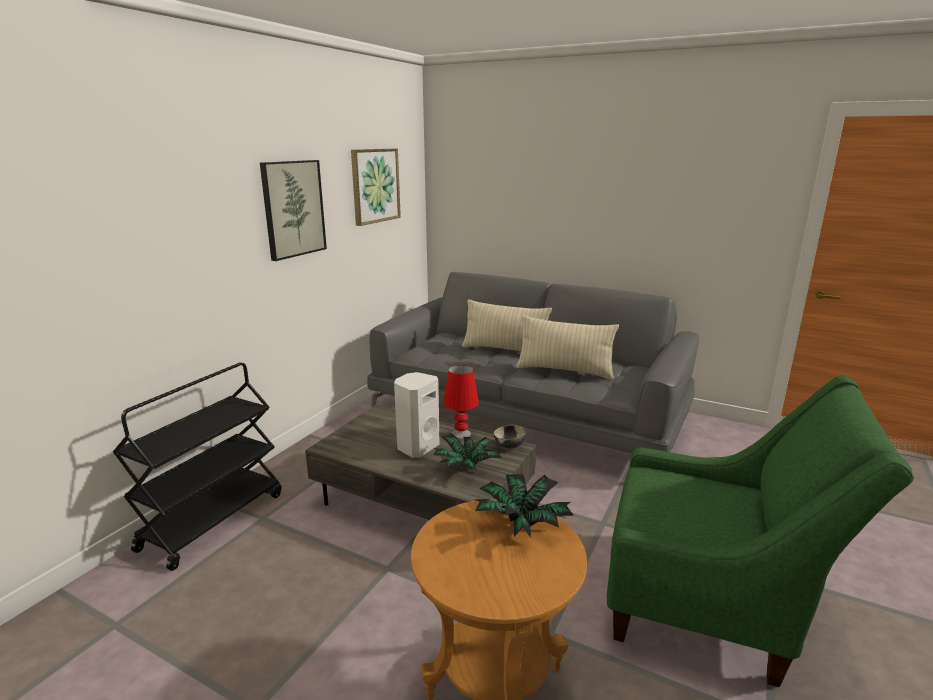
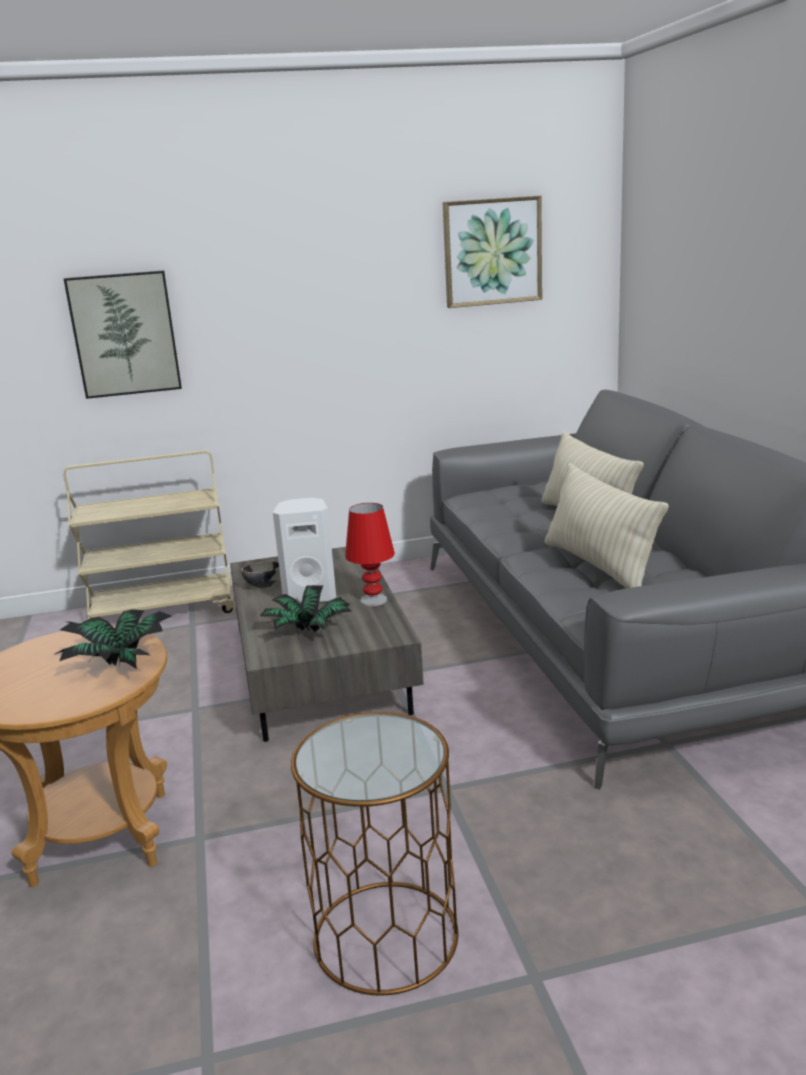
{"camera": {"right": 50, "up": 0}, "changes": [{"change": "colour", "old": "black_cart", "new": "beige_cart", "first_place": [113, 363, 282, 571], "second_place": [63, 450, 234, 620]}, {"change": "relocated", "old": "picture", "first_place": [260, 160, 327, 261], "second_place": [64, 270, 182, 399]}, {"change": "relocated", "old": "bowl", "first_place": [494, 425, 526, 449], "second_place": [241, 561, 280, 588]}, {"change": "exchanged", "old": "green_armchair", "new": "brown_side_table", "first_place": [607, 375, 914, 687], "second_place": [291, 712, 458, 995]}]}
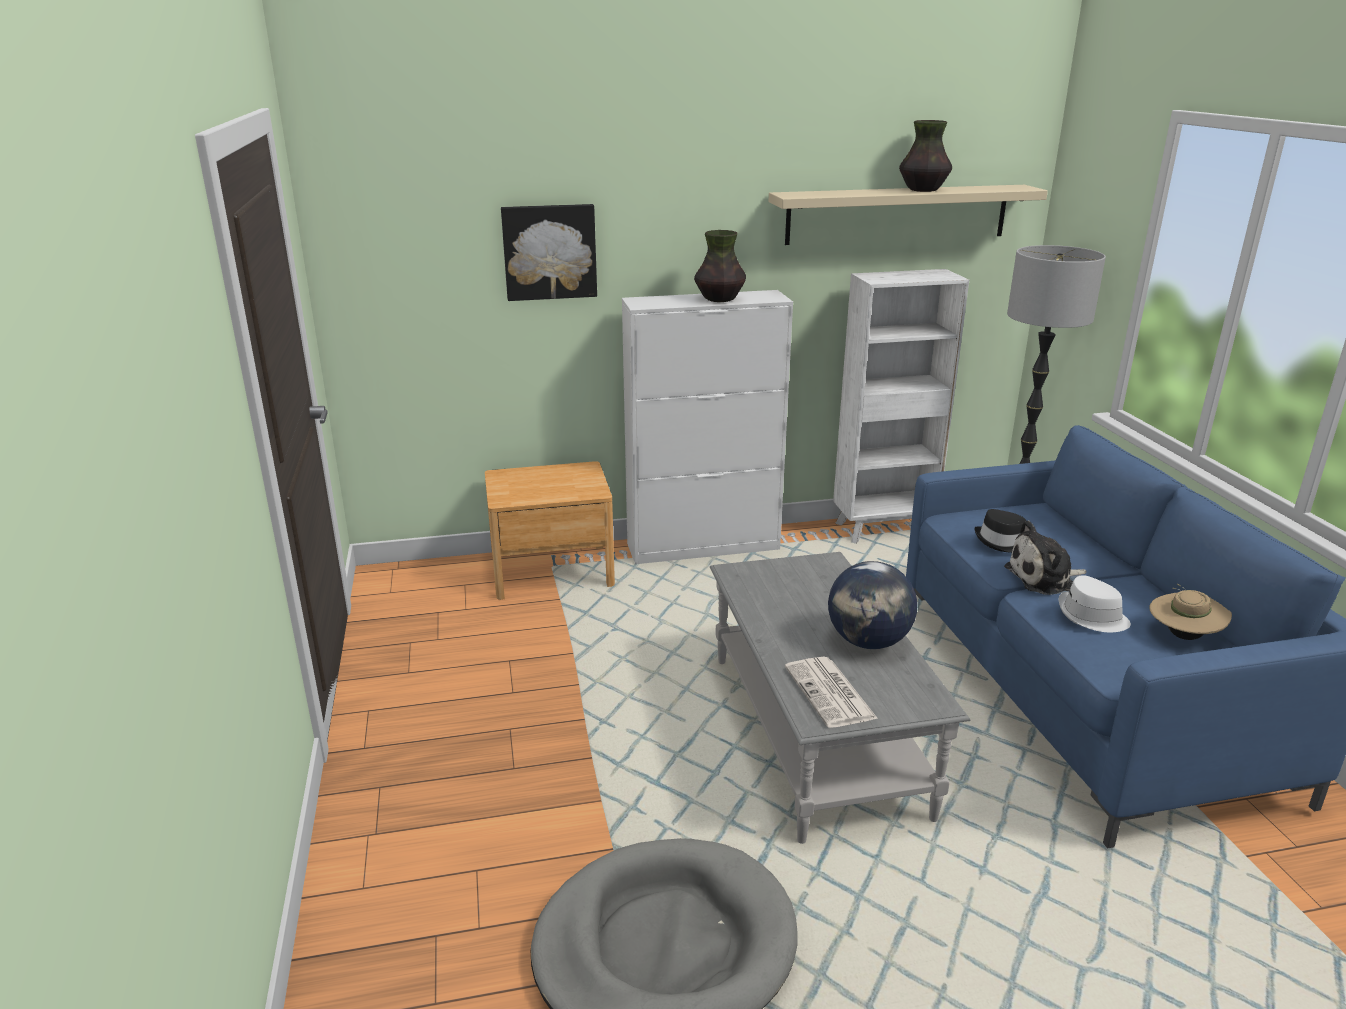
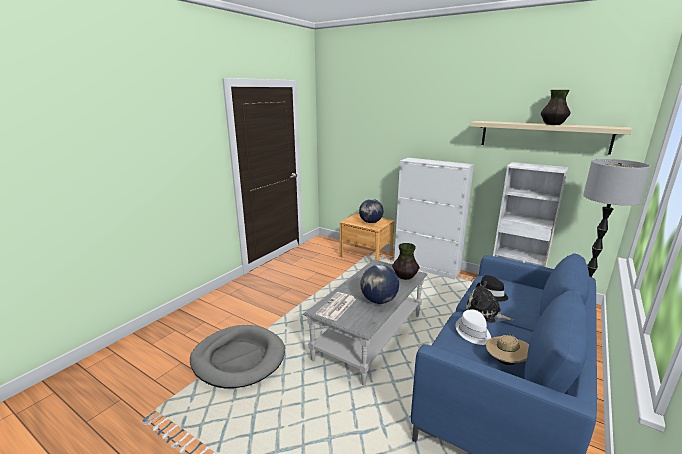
{"camera": {"right": 45, "up": -5}, "changes": [{"change": "appeared", "new": "globe", "second_place": [359, 199, 384, 223]}, {"change": "relocated", "old": "vase", "first_place": [694, 230, 746, 302], "second_place": [392, 243, 419, 280]}, {"change": "missing", "old": "picture", "first_place": [501, 204, 597, 301]}]}
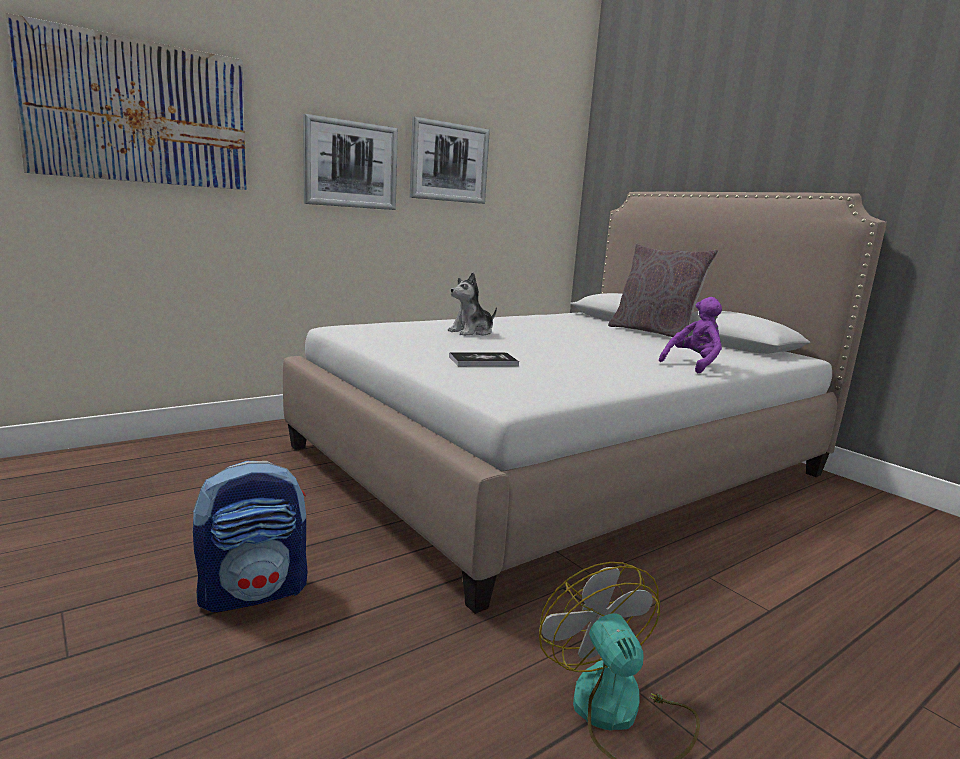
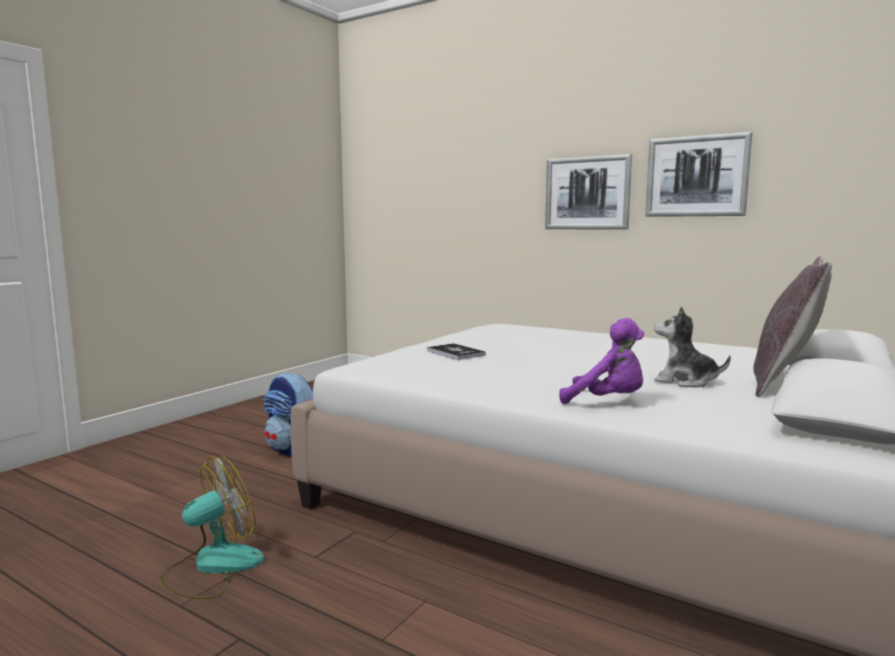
{"camera": {"right": 70, "up": -5}, "changes": [{"change": "relocated", "old": "plush_toy", "first_place": [448, 272, 497, 336], "second_place": [654, 306, 731, 387]}, {"change": "missing", "old": "picture", "first_place": [5, 13, 247, 190]}]}
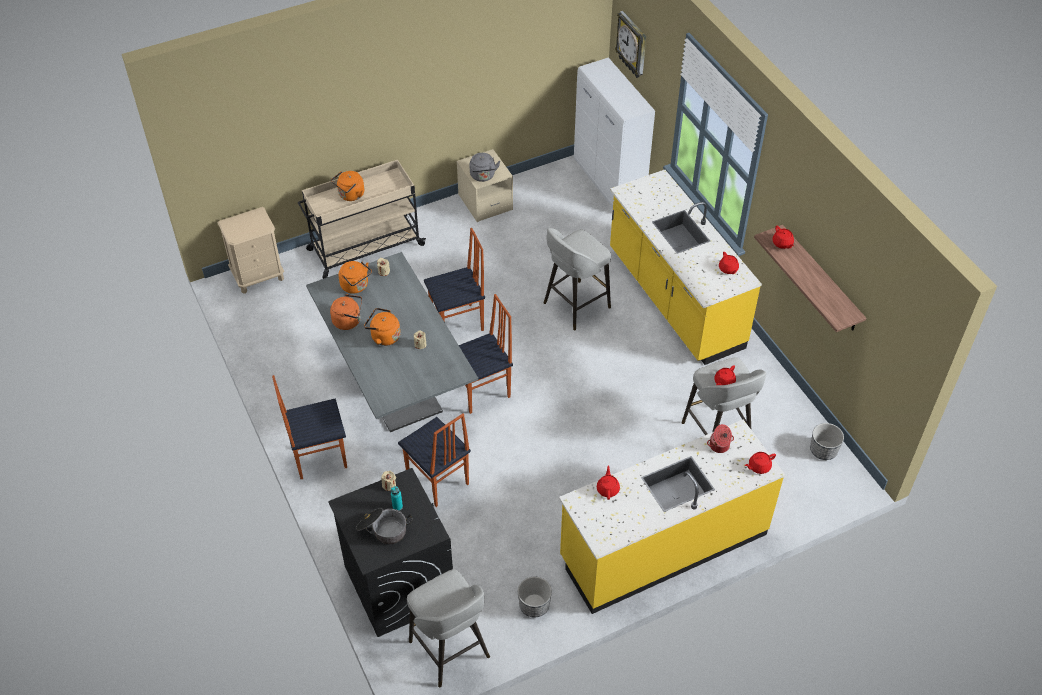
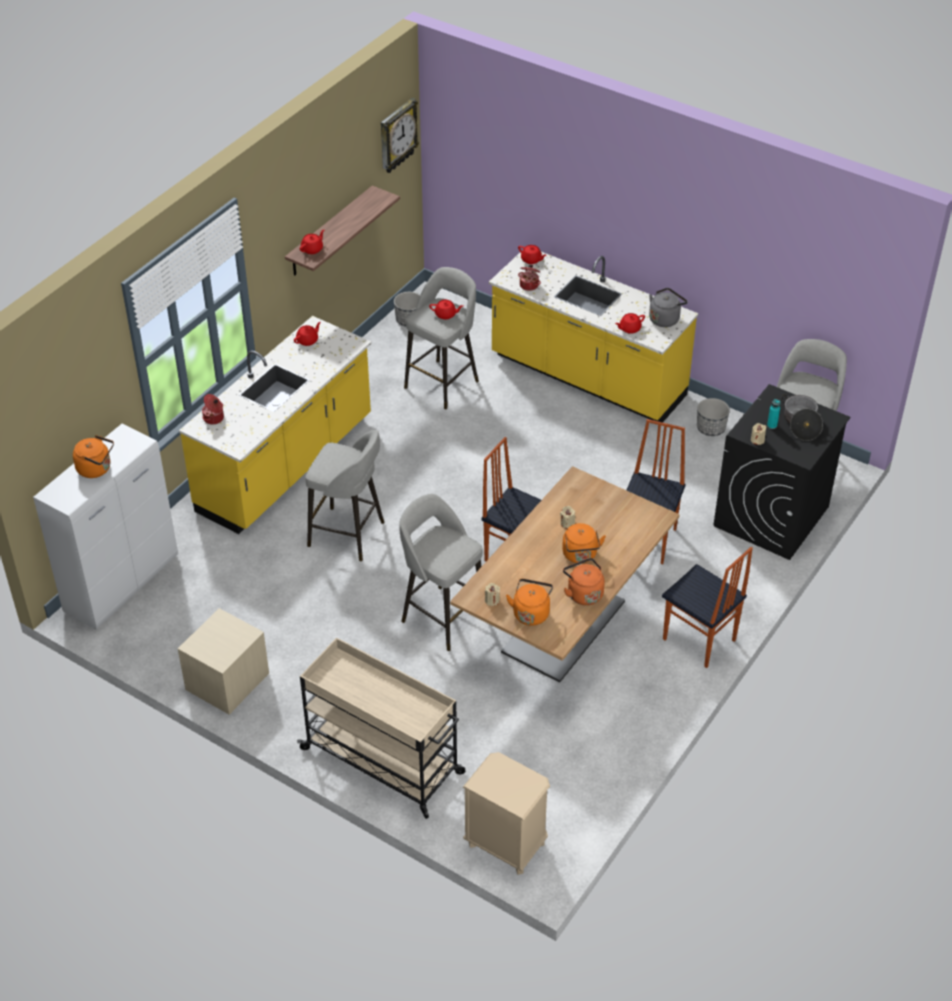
{"camera": {"right": -120, "up": -5}, "changes": [{"change": "relocated", "old": "orange_kettle", "first_place": [331, 171, 364, 201], "second_place": [73, 435, 114, 478]}, {"change": "appeared", "new": "cooking_pot", "second_place": [202, 394, 224, 424]}, {"change": "relocated", "old": "wall_clock", "first_place": [615, 11, 646, 78], "second_place": [381, 98, 419, 173]}, {"change": "exchanged", "old": "chair", "new": "grey_stool", "first_place": [424, 228, 485, 331], "second_place": [399, 494, 483, 651]}, {"change": "colour", "old": "grey_dining_table", "new": "brown_dining_table", "first_place": [306, 252, 478, 432], "second_place": [450, 466, 680, 682]}, {"change": "relocated", "old": "grey_kettle", "first_place": [469, 153, 500, 182], "second_place": [649, 288, 688, 327]}]}
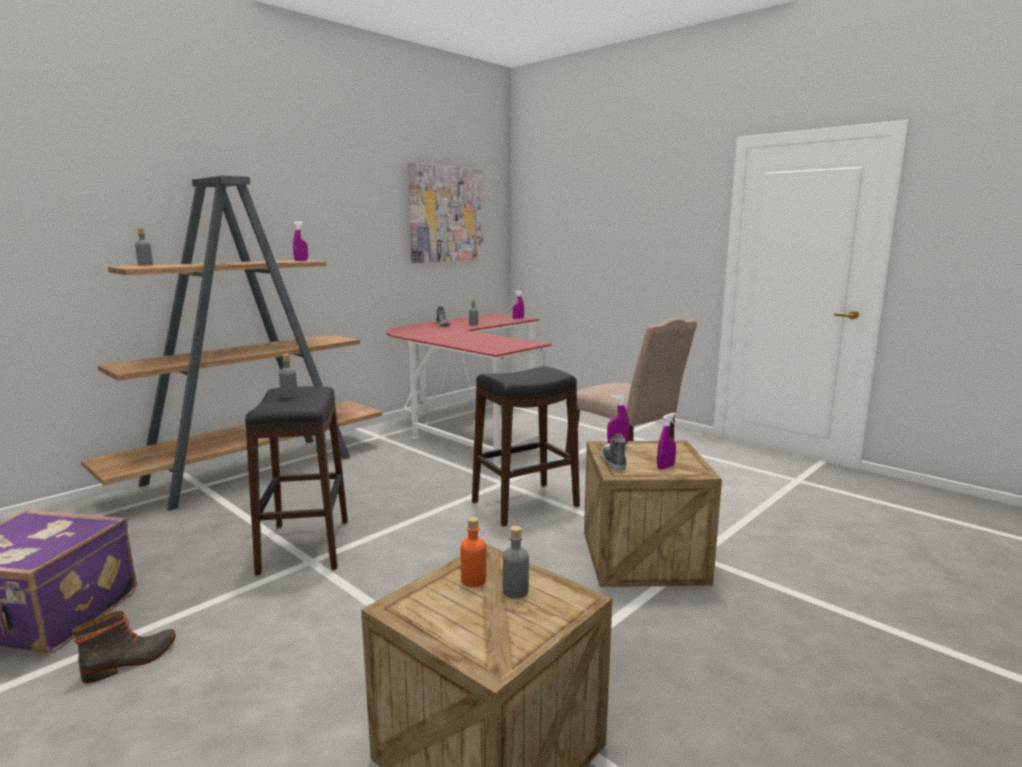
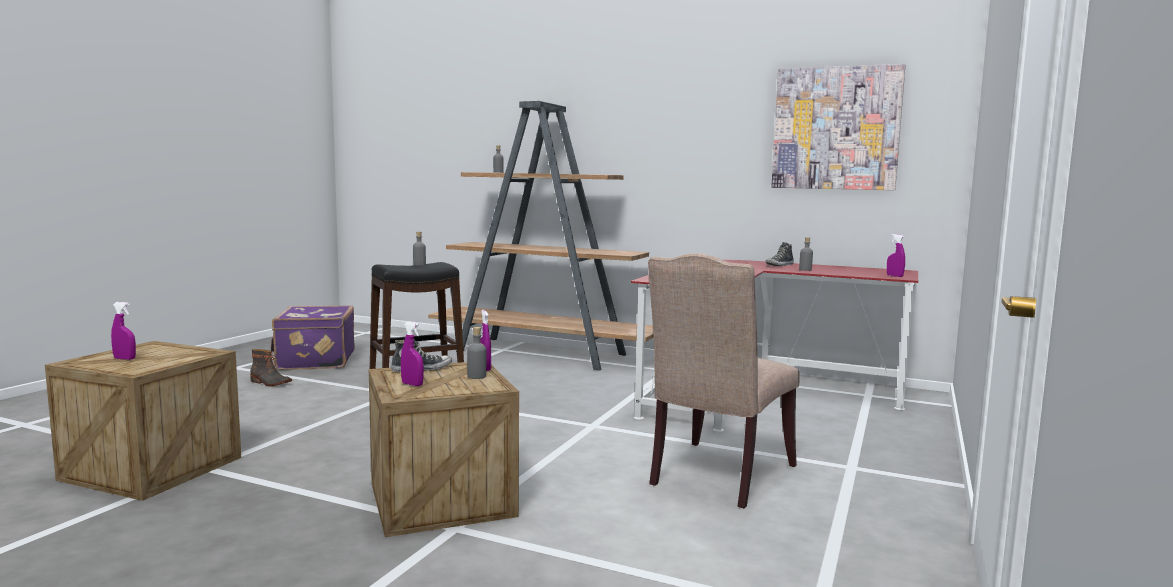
{"camera": {"right": 70, "up": -5}, "changes": [{"change": "relocated", "old": "purple_spray_bottle", "first_place": [293, 221, 308, 261], "second_place": [111, 302, 136, 360]}, {"change": "relocated", "old": "grey_bottle", "first_place": [503, 526, 529, 599], "second_place": [467, 327, 486, 379]}, {"change": "missing", "old": "orange_bottle", "first_place": [461, 517, 486, 587]}, {"change": "missing", "old": "black_stool", "first_place": [472, 366, 580, 527]}]}
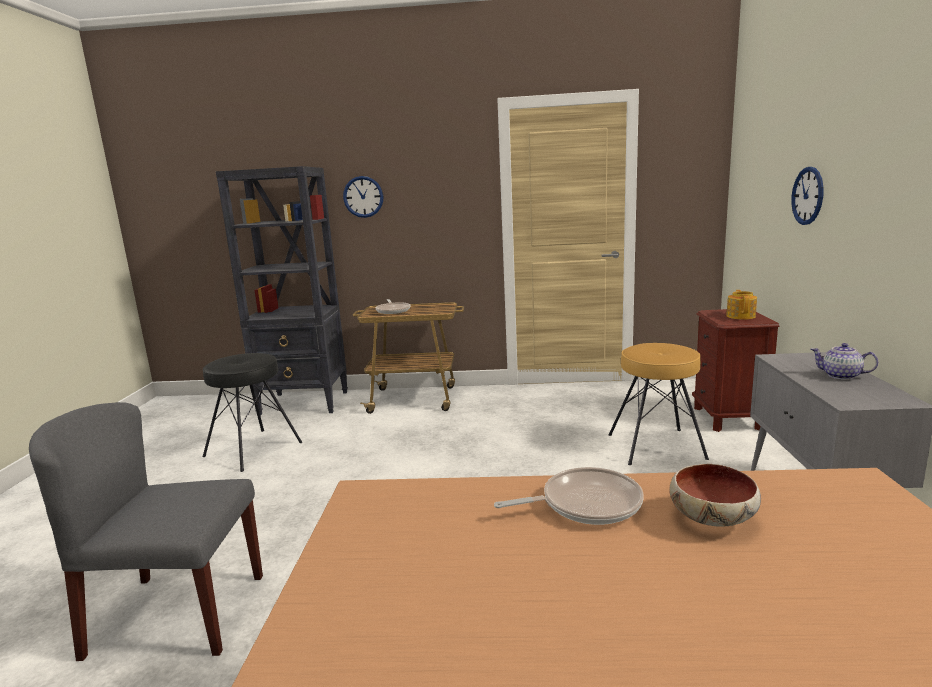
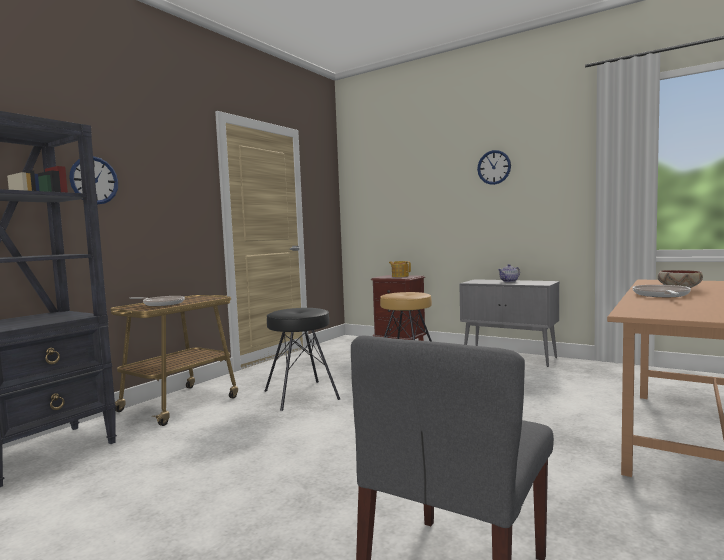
{"camera": {"right": -60, "up": -10}, "changes": [{"change": "relocated", "old": "black_stool", "first_place": [203, 353, 303, 472], "second_place": [264, 308, 340, 411]}, {"change": "relocated", "old": "wall_clock", "first_place": [791, 167, 824, 225], "second_place": [477, 150, 511, 185]}]}
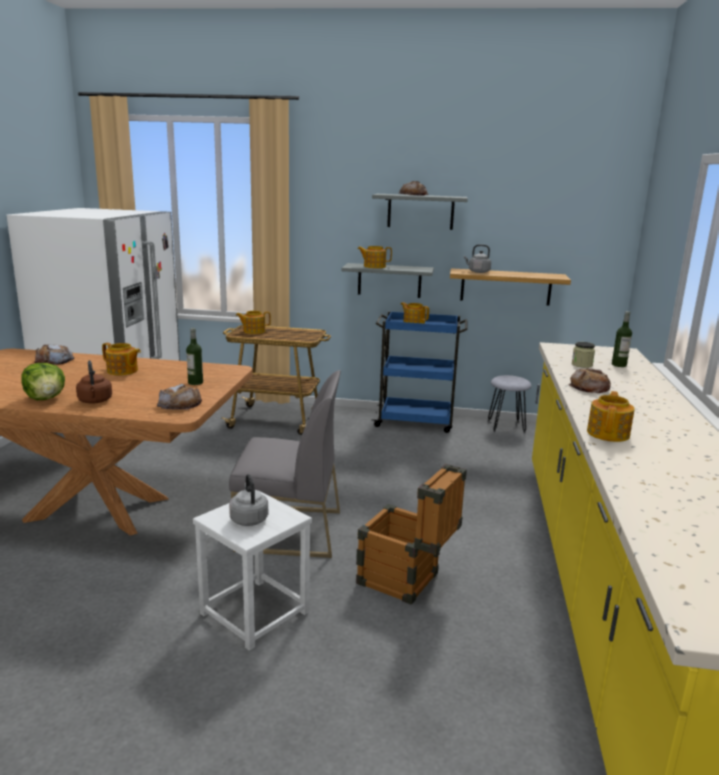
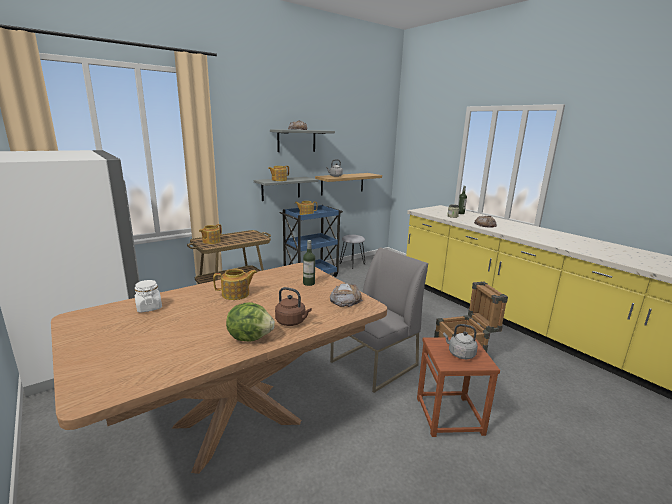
{"camera": {"right": -45, "up": 0}, "changes": [{"change": "exchanged", "old": "bread", "new": "white_jar", "first_place": [34, 344, 75, 365], "second_place": [135, 280, 162, 313]}, {"change": "colour", "old": "white_stool", "new": "brown_stool", "first_place": [193, 492, 312, 651], "second_place": [417, 337, 500, 437]}, {"change": "missing", "old": "teapot", "first_place": [587, 391, 635, 442]}]}
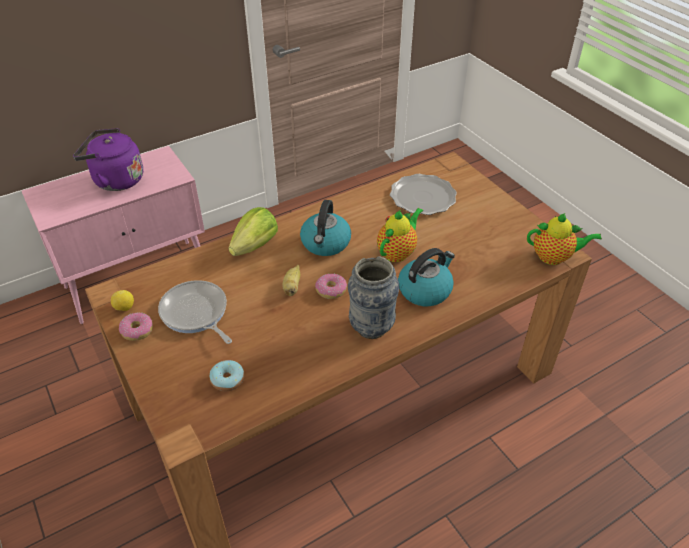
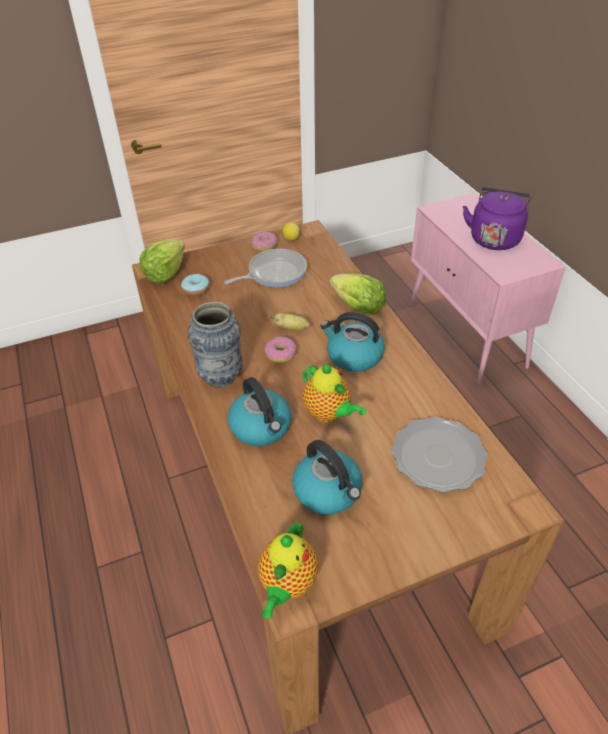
{"camera": {"right": 100, "up": 0}, "changes": [{"change": "appeared", "new": "lettuce", "second_place": [139, 240, 185, 283]}, {"change": "appeared", "new": "kettle", "second_place": [293, 440, 363, 515]}]}
